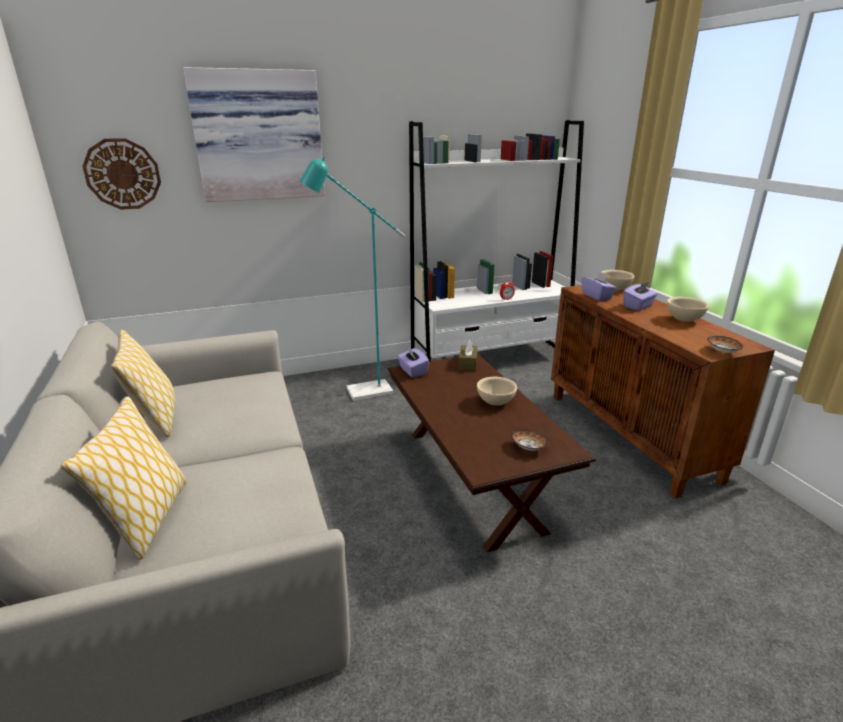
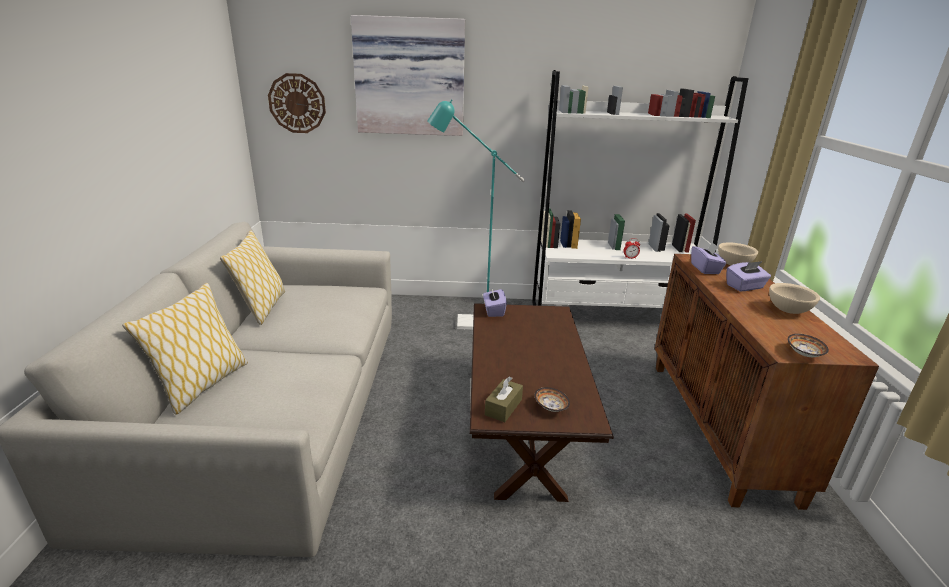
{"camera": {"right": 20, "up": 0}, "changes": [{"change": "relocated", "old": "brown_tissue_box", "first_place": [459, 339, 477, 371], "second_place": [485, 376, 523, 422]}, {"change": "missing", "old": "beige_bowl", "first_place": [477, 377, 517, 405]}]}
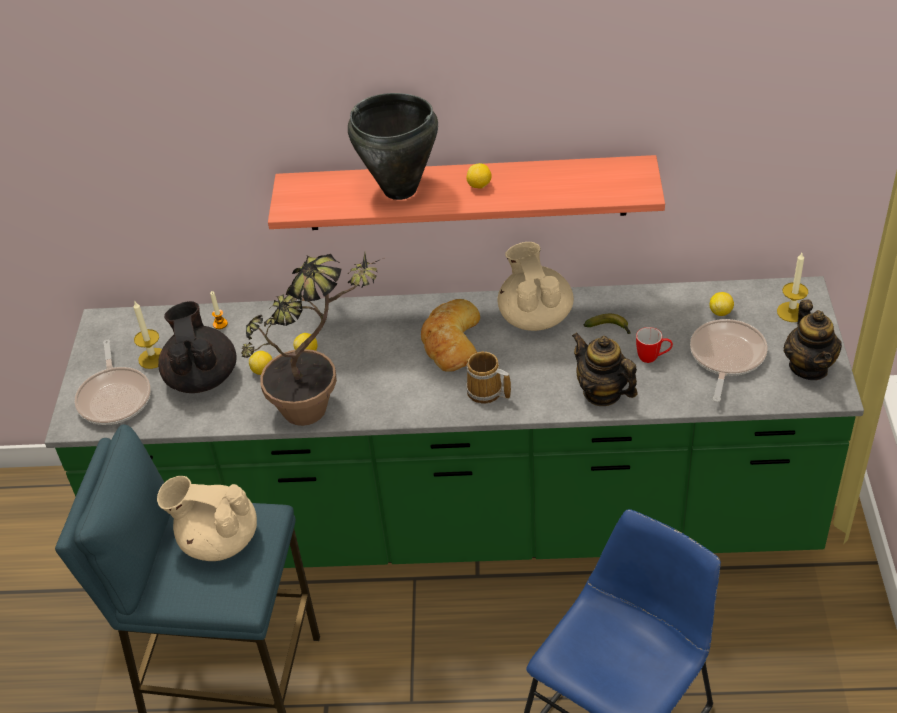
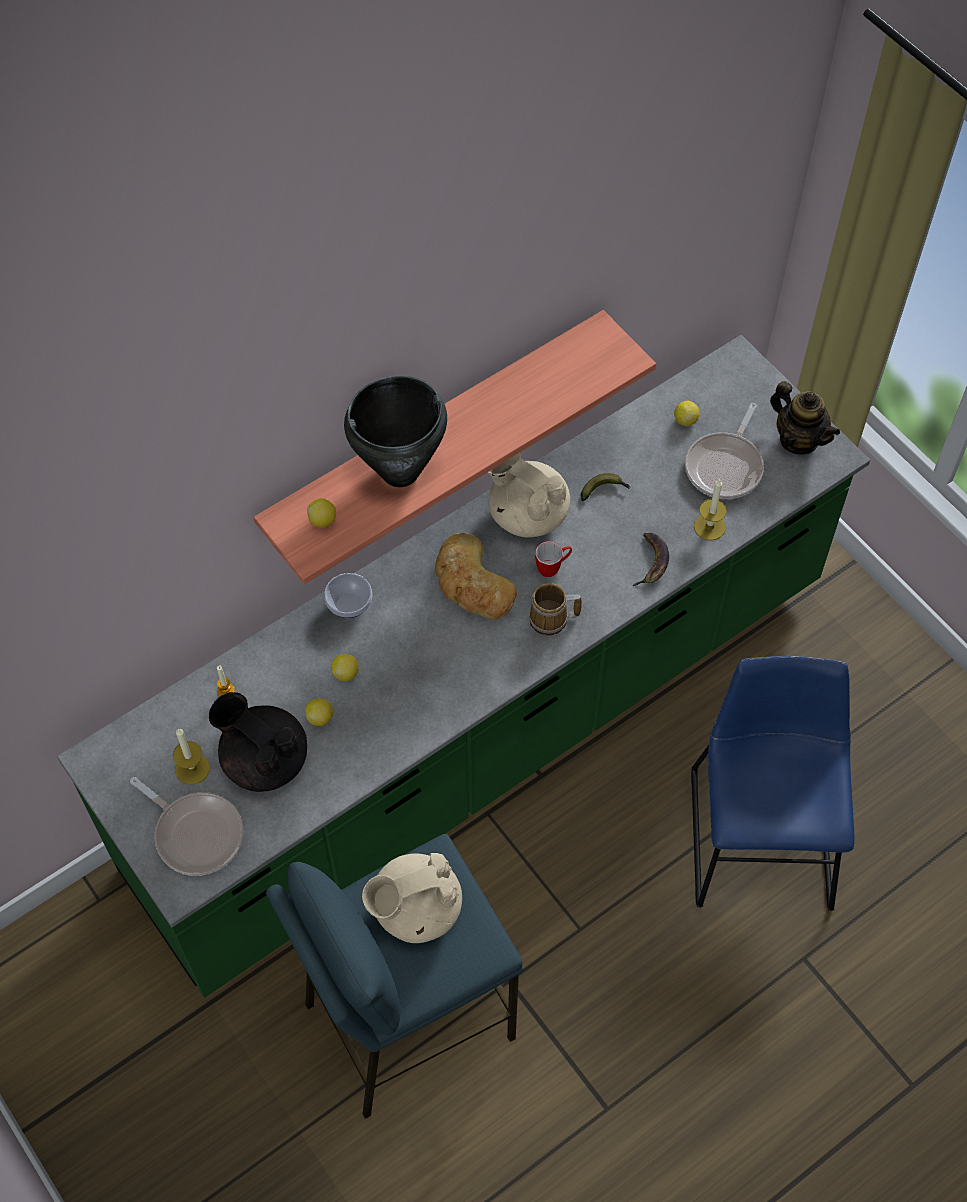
{"camera": {"right": -40, "up": 15}, "changes": [{"change": "relocated", "old": "lemon", "first_place": [467, 163, 492, 189], "second_place": [307, 498, 336, 528]}, {"change": "appeared", "new": "bowl", "second_place": [324, 573, 372, 618]}, {"change": "relocated", "old": "mug", "first_place": [636, 327, 673, 363], "second_place": [535, 541, 572, 577]}, {"change": "exchanged", "old": "teapot", "new": "banana", "first_place": [572, 333, 638, 406], "second_place": [632, 533, 669, 586]}, {"change": "spun", "old": "frying_pan", "first_place": [690, 319, 768, 402], "second_place": [685, 403, 764, 499], "degrees": -135}, {"change": "relocated", "old": "candle", "first_place": [777, 253, 808, 322], "second_place": [694, 479, 727, 541]}, {"change": "missing", "old": "potted_plant", "first_place": [240, 253, 384, 426]}]}
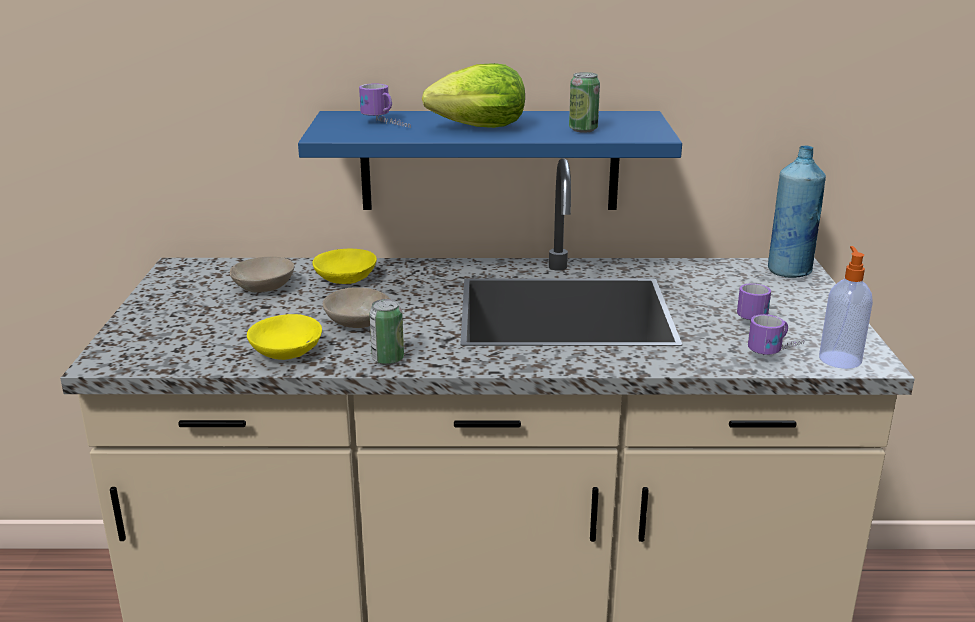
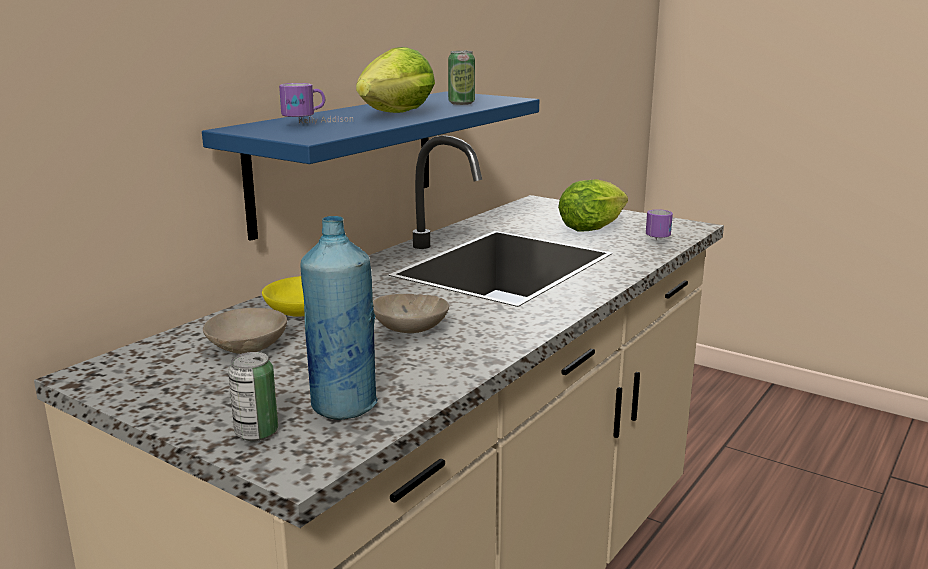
{"camera": {"right": -55, "up": -5}, "changes": [{"change": "relocated", "old": "can", "first_place": [369, 299, 404, 365], "second_place": [228, 352, 278, 441]}, {"change": "relocated", "old": "blue_bottle", "first_place": [768, 145, 826, 278], "second_place": [300, 216, 378, 420]}, {"change": "exchanged", "old": "mug", "new": "lettuce", "first_place": [737, 283, 771, 322], "second_place": [558, 179, 628, 232]}, {"change": "missing", "old": "yellow_bowl", "first_place": [247, 314, 322, 360]}, {"change": "missing", "old": "soap_dispenser", "first_place": [819, 246, 873, 369]}]}
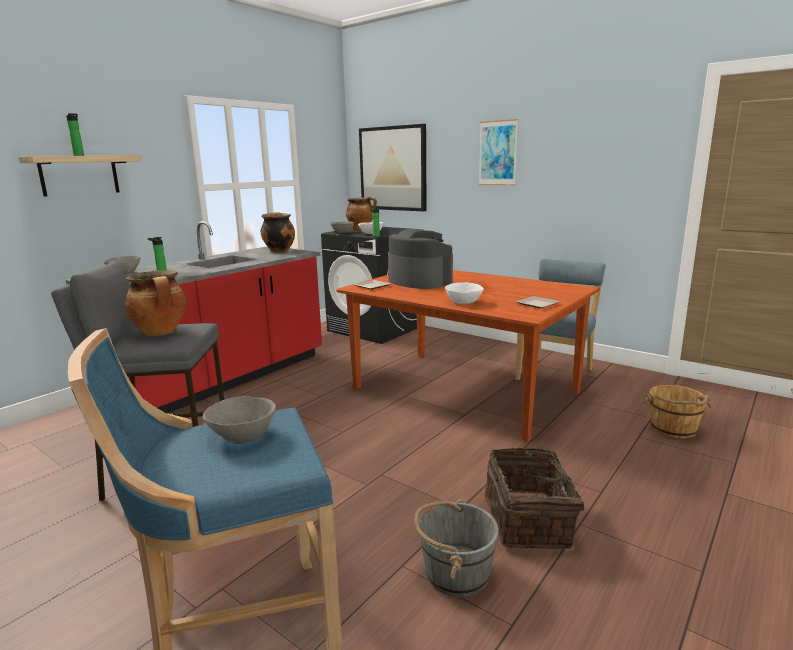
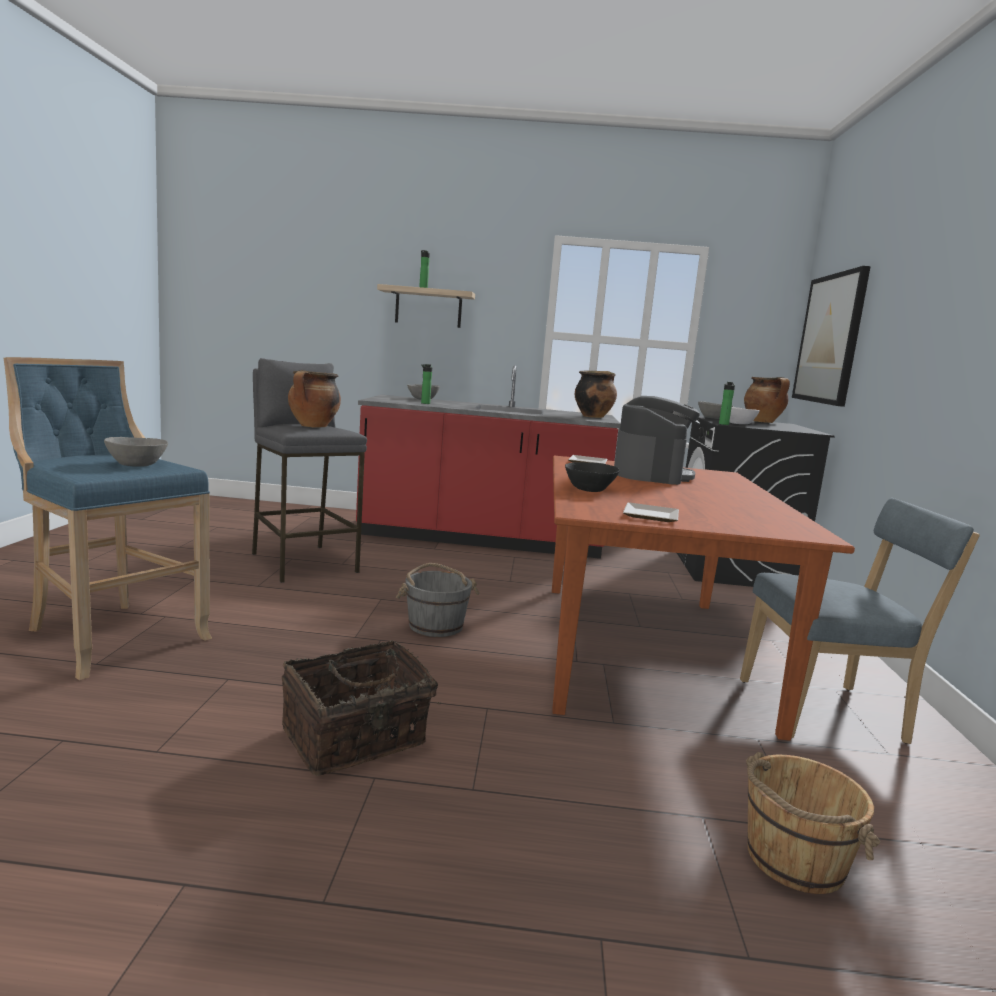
{"camera": {"right": 55, "up": -5}, "changes": [{"change": "relocated", "old": "grey_bucket", "first_place": [414, 499, 499, 597], "second_place": [396, 563, 479, 637]}, {"change": "colour", "old": "white_bowl", "new": "black_bowl", "first_place": [445, 283, 484, 304], "second_place": [565, 462, 620, 492]}, {"change": "missing", "old": "picture", "first_place": [479, 119, 518, 185]}]}
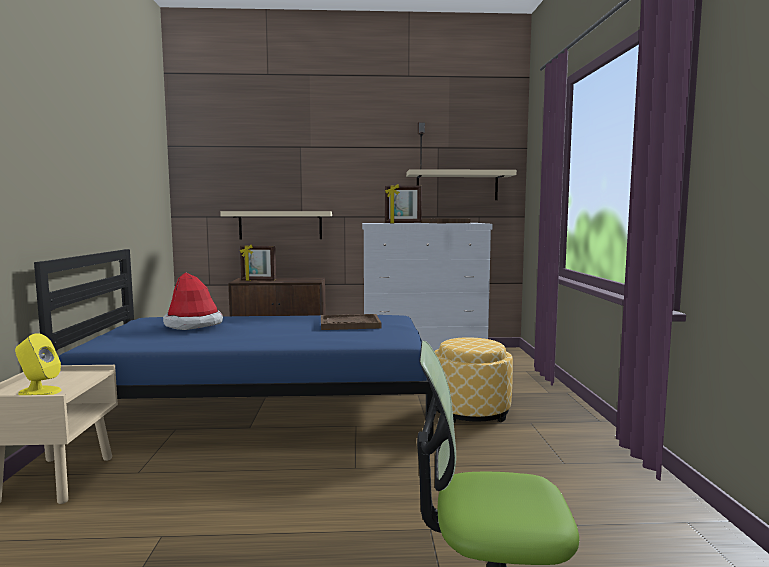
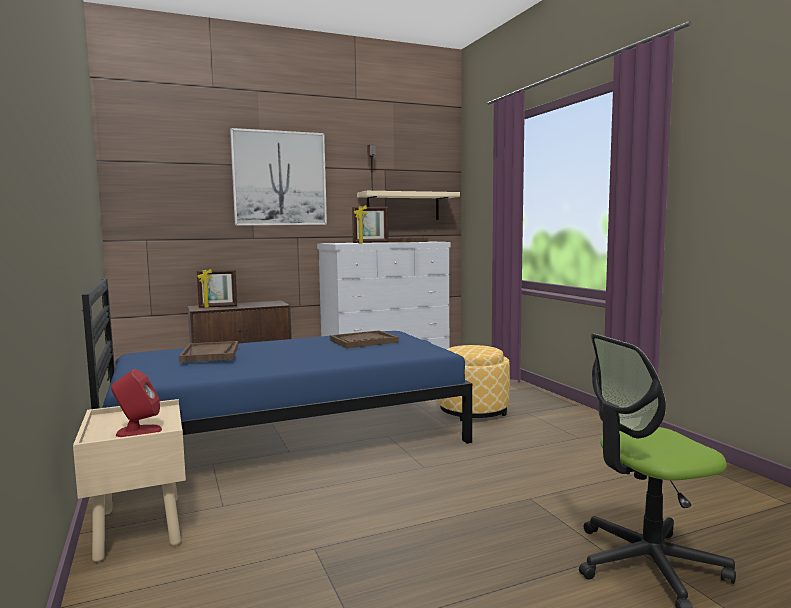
{"camera": {"right": -20, "up": 0}, "changes": [{"change": "colour", "old": "yellow_speaker", "new": "red_speaker", "first_place": [15, 333, 61, 395], "second_place": [111, 369, 162, 437]}, {"change": "exchanged", "old": "hat", "new": "brown_tray", "first_place": [163, 272, 223, 330], "second_place": [179, 341, 238, 363]}, {"change": "appeared", "new": "picture", "second_place": [230, 128, 327, 225]}, {"change": "missing", "old": "beige_shelf", "first_place": [220, 211, 332, 239]}]}
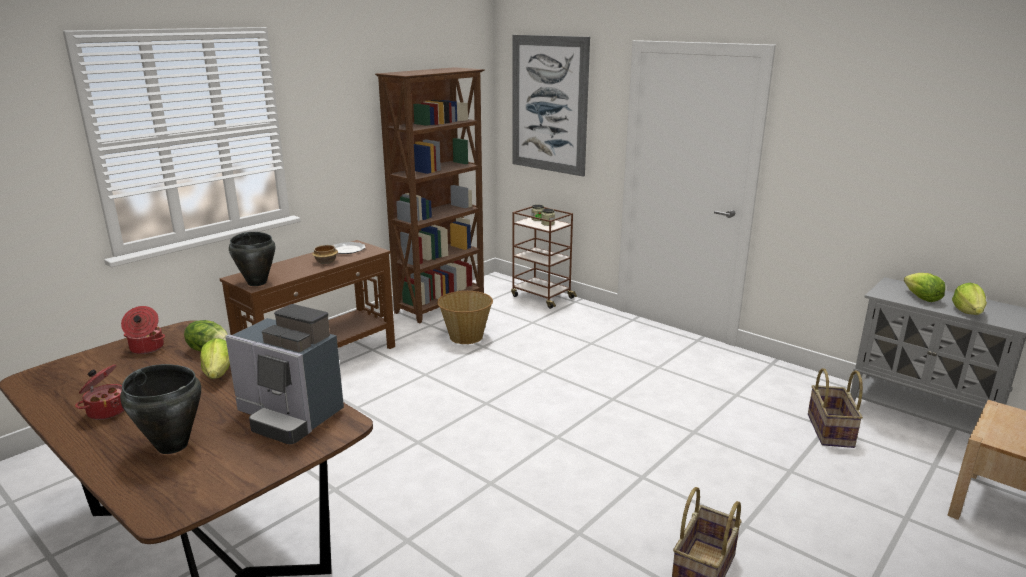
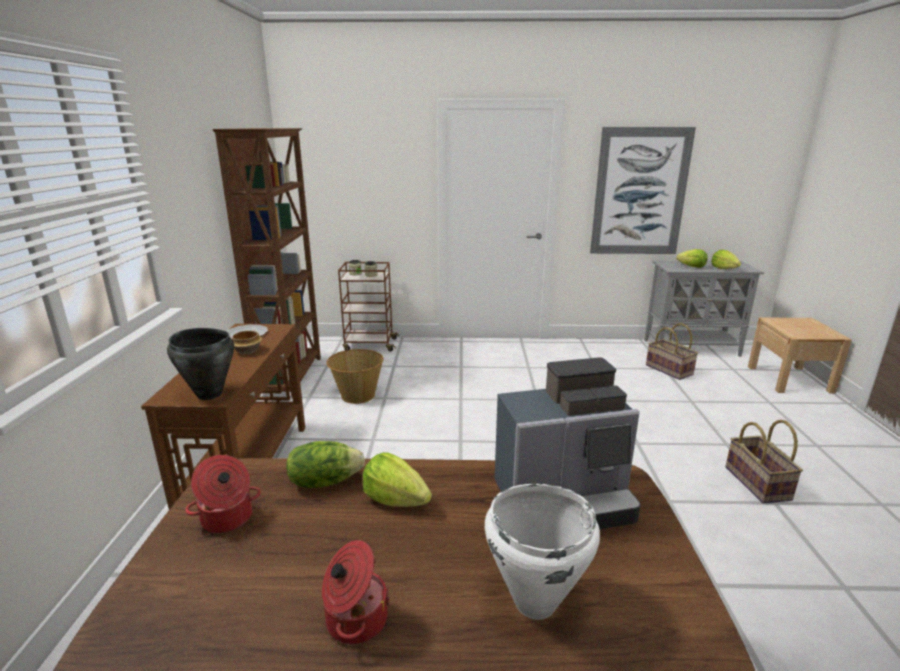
{"camera": {"right": -40, "up": 0}, "changes": [{"change": "colour", "old": "black_cooking_pot", "new": "white_cooking_pot", "first_place": [120, 364, 201, 454], "second_place": [485, 484, 600, 619]}, {"change": "relocated", "old": "picture", "first_place": [513, 35, 590, 177], "second_place": [590, 127, 696, 254]}]}
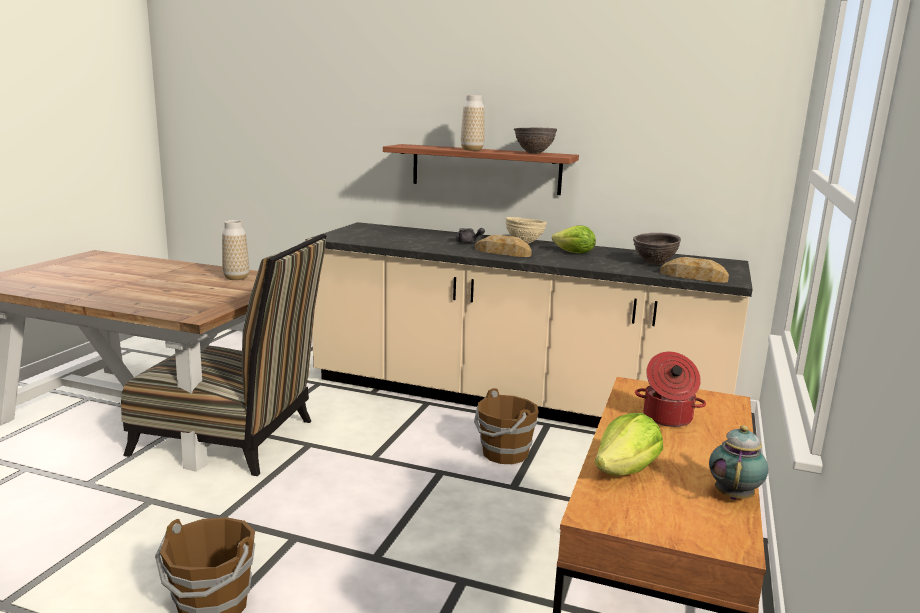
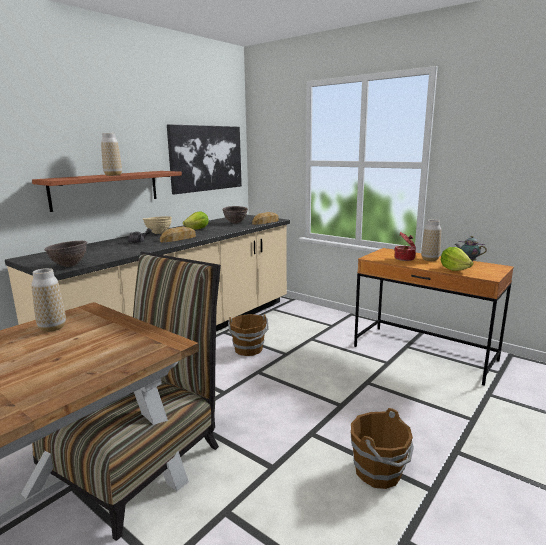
{"camera": {"right": -70, "up": 0}, "changes": [{"change": "relocated", "old": "brown_bowl", "first_place": [514, 127, 557, 154], "second_place": [44, 241, 87, 267]}, {"change": "appeared", "new": "picture", "second_place": [167, 124, 242, 194]}, {"change": "appeared", "new": "vase", "second_place": [421, 219, 441, 261]}]}
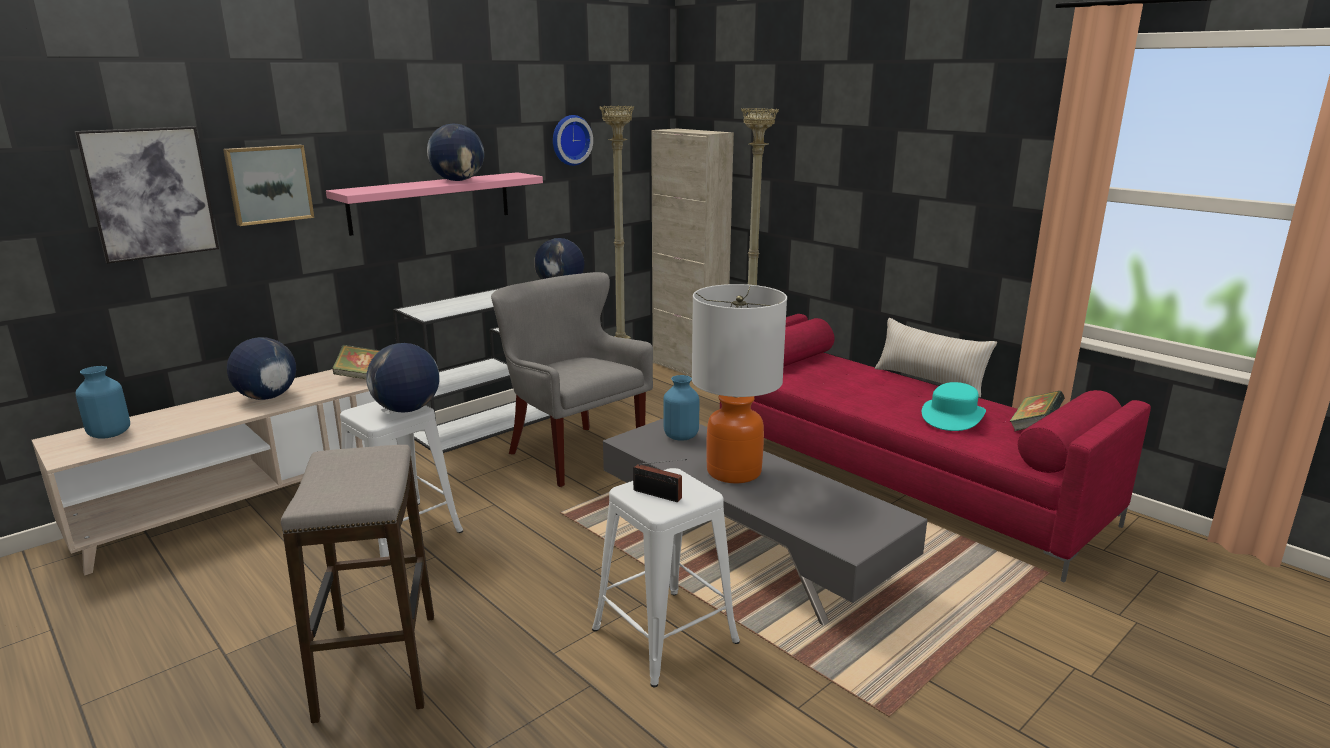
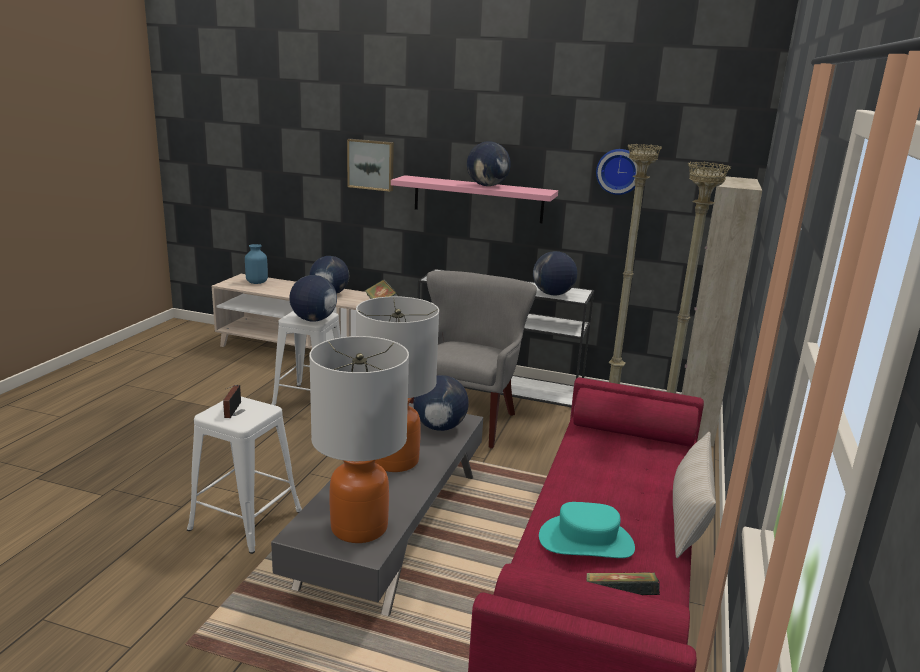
{"camera": {"right": 60, "up": 0}, "changes": [{"change": "appeared", "new": "table_lamp", "second_place": [309, 336, 409, 543]}, {"change": "exchanged", "old": "blue_vase", "new": "globe", "first_place": [663, 375, 699, 441], "second_place": [413, 375, 469, 431]}, {"change": "missing", "old": "picture", "first_place": [75, 126, 219, 263]}, {"change": "missing", "old": "stool", "first_place": [281, 445, 434, 723]}]}
